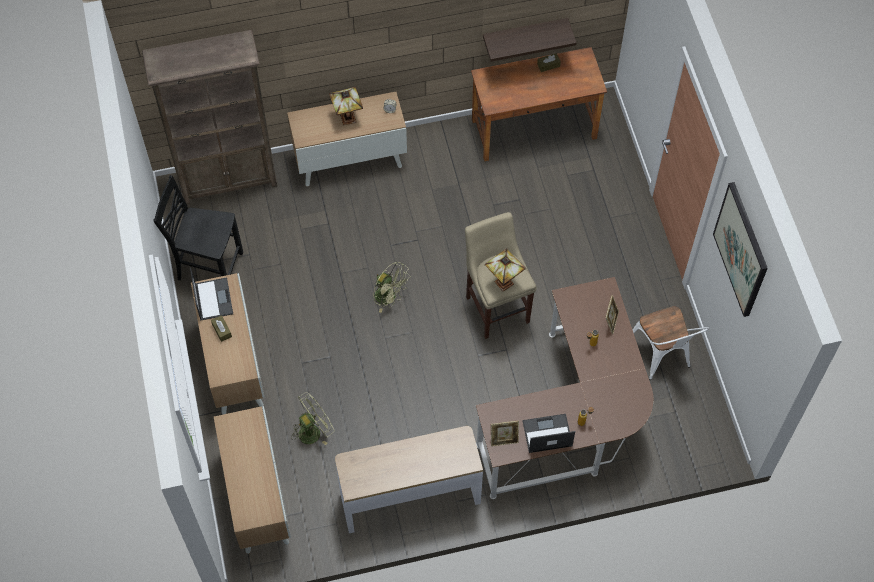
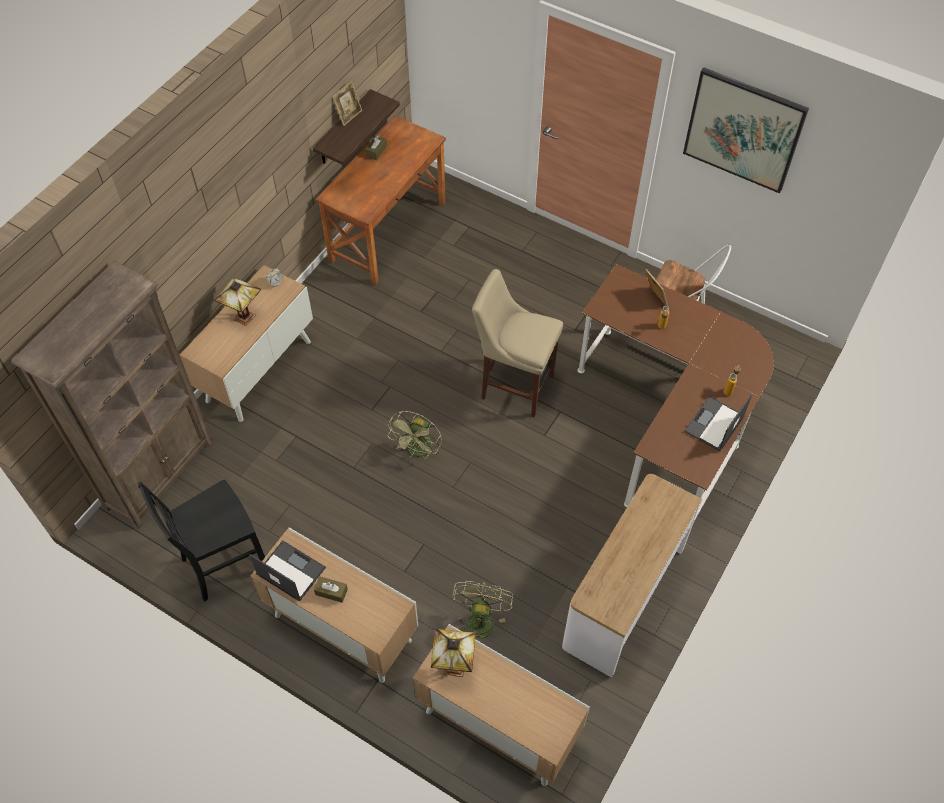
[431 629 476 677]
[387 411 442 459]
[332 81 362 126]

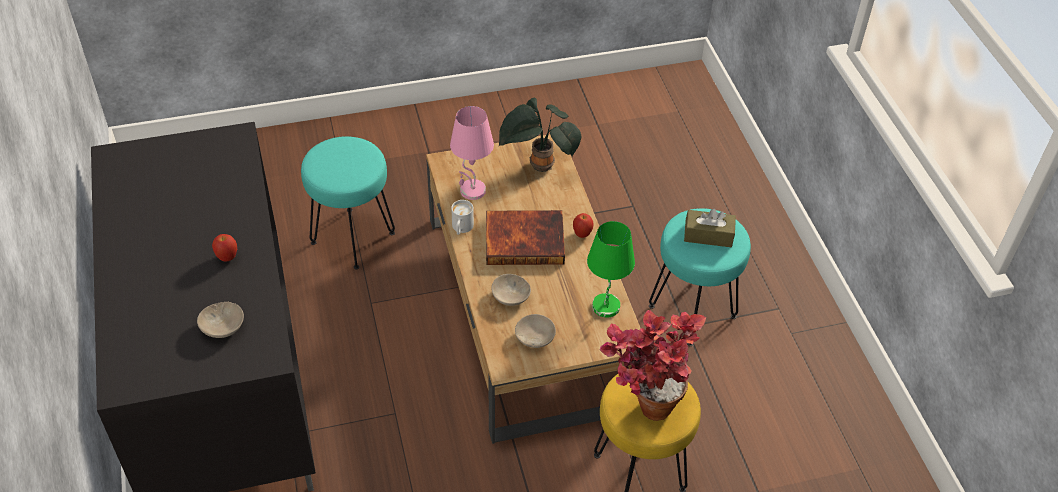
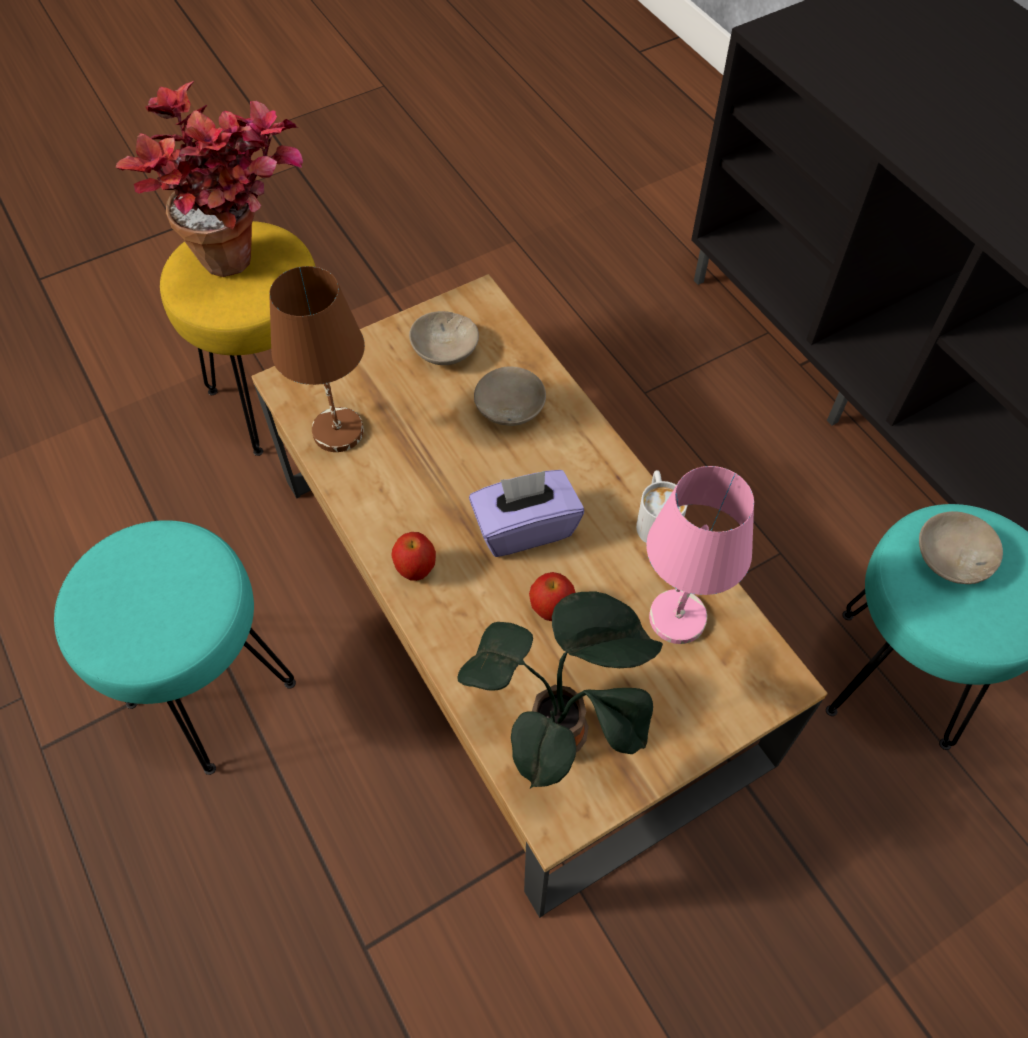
[684 209 736 247] (first image)
[469 470 584 557]
[269 266 365 452]
[529 572 576 621]
[919 511 1003 584]

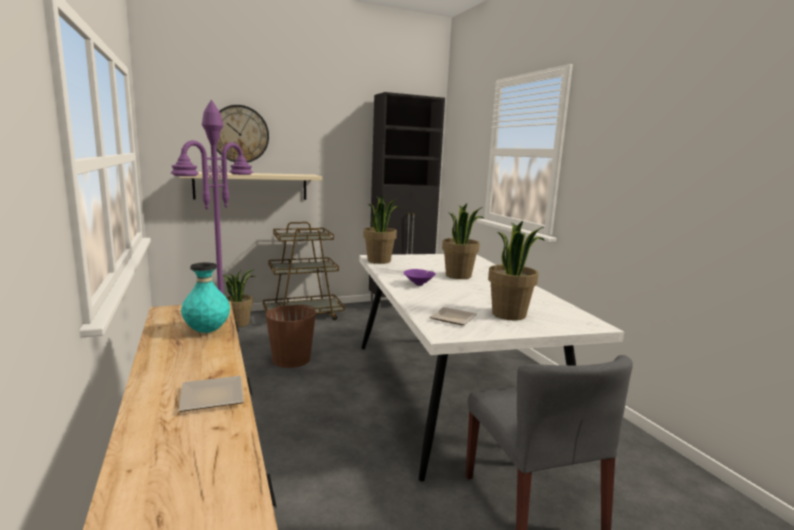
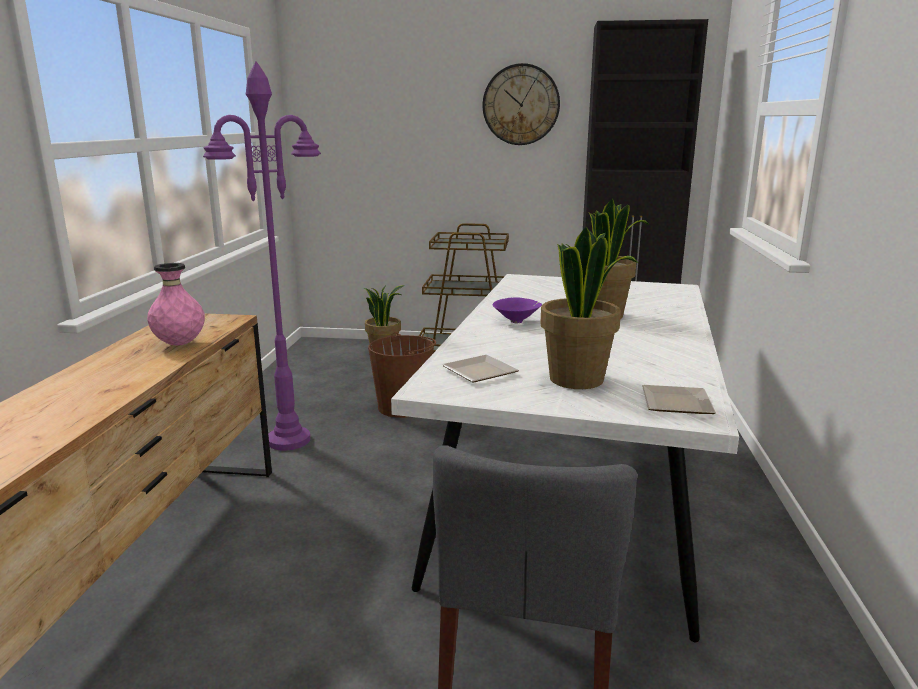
[483 63 560 145]
[179 172 322 200] (first image)
[364 195 400 264] (first image)
[147 263 205 345]
[642 385 716 414]

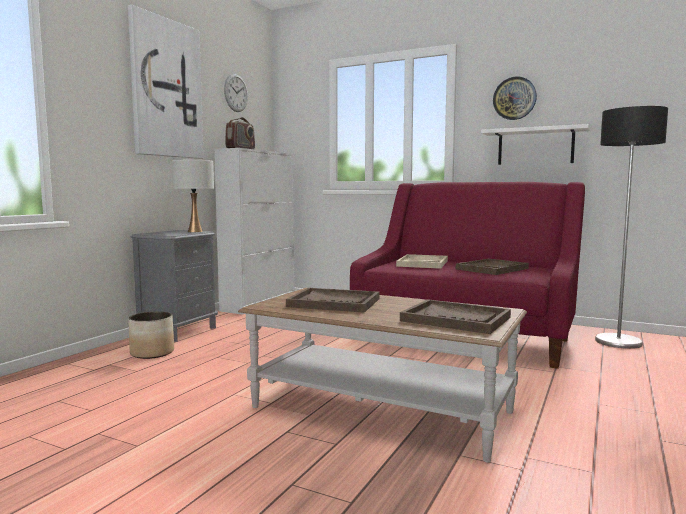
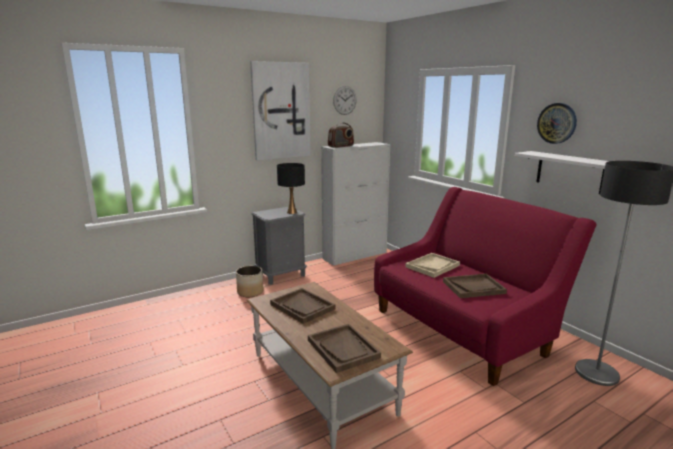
[277 163 305 214]

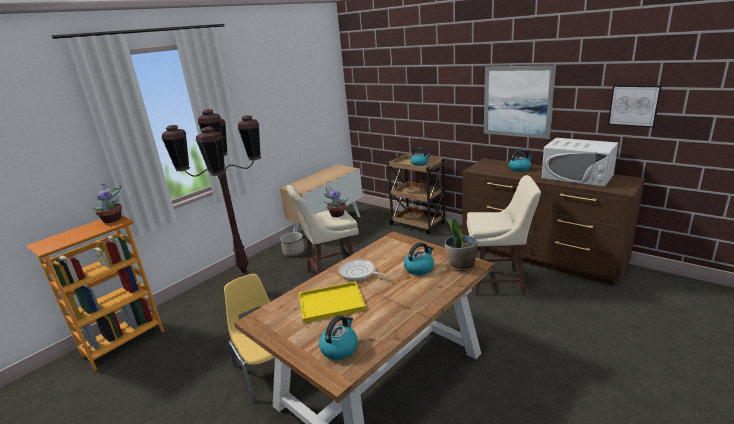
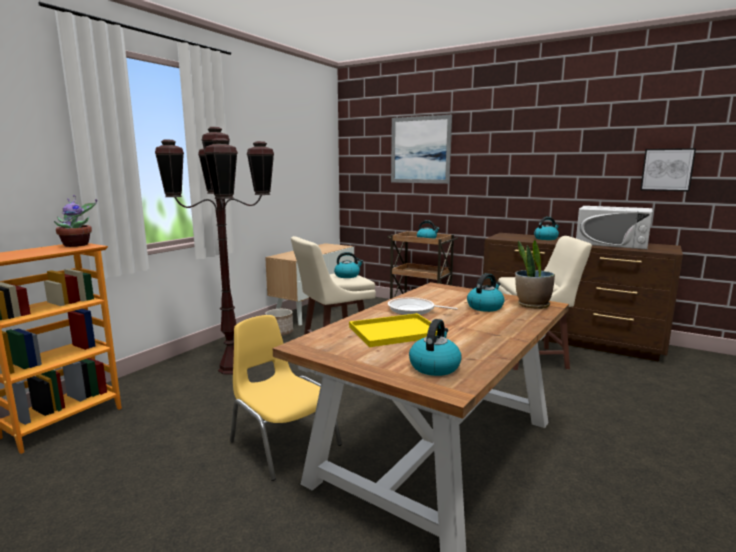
[391 115 452 184]
[334 252 363 278]

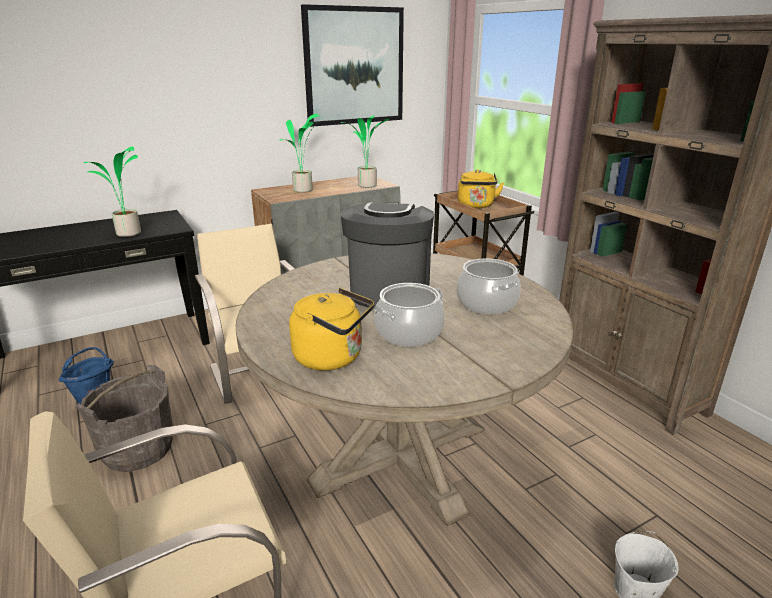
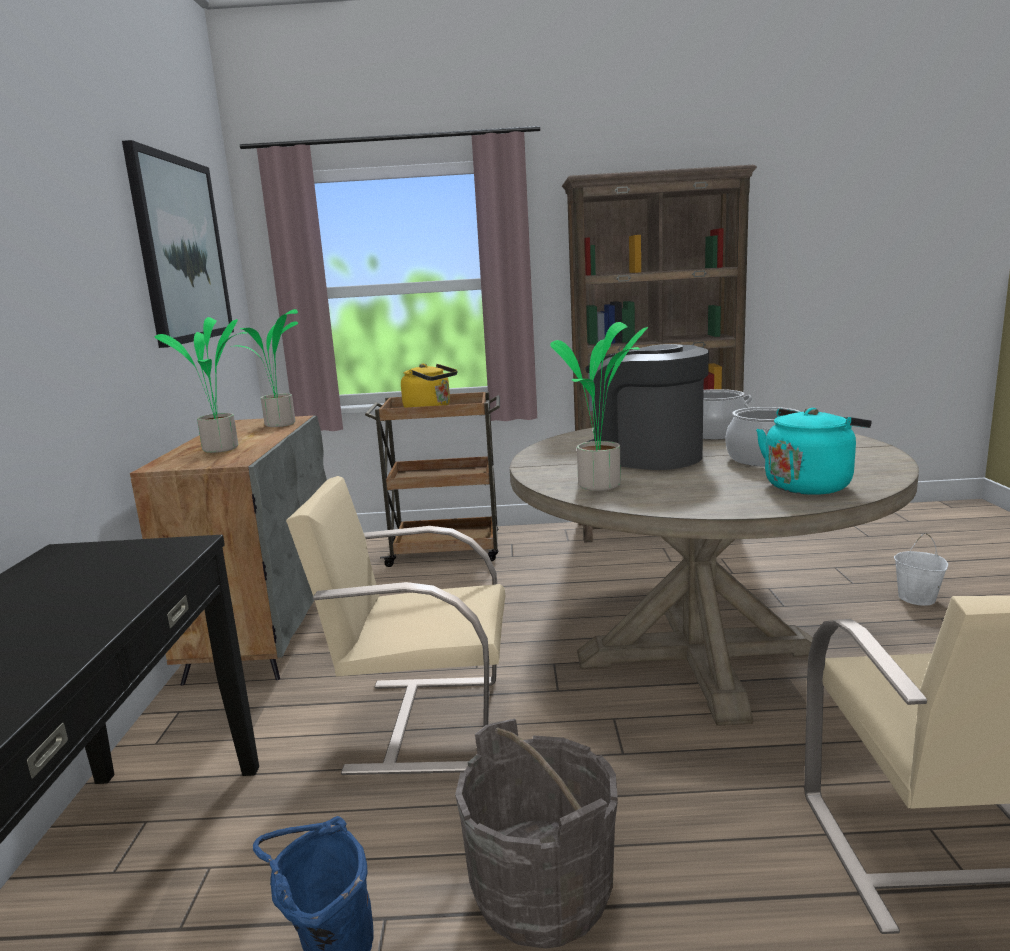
[550 322 648 491]
[756 408 872 495]

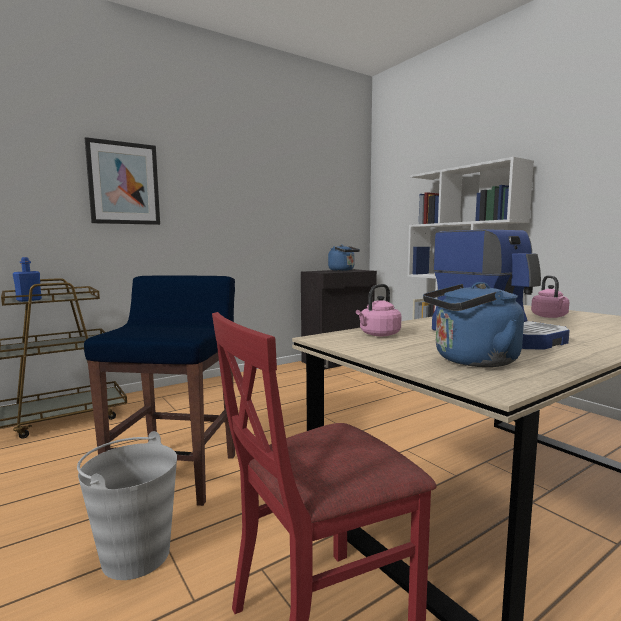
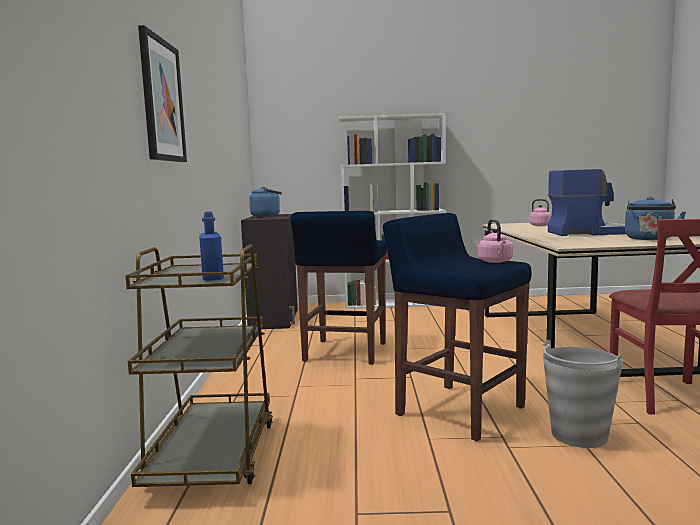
[478 219 513 263]
[291 211 387 365]

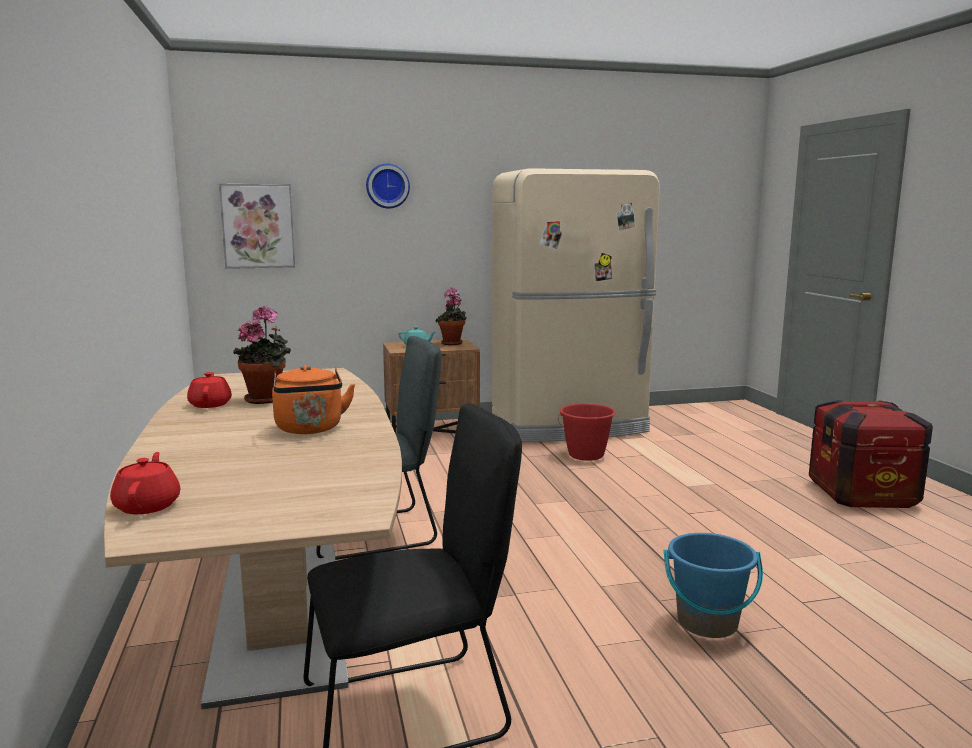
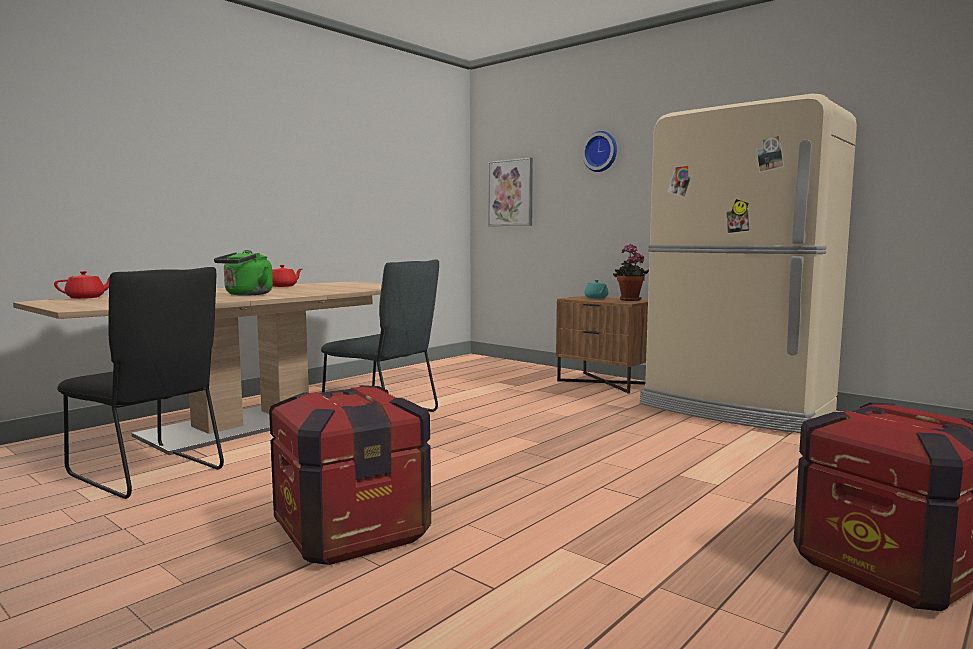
[233 306 291 404] (first image)
[214 250 273 296]
[558 403 616 461] (first image)
[269 385 431 565]

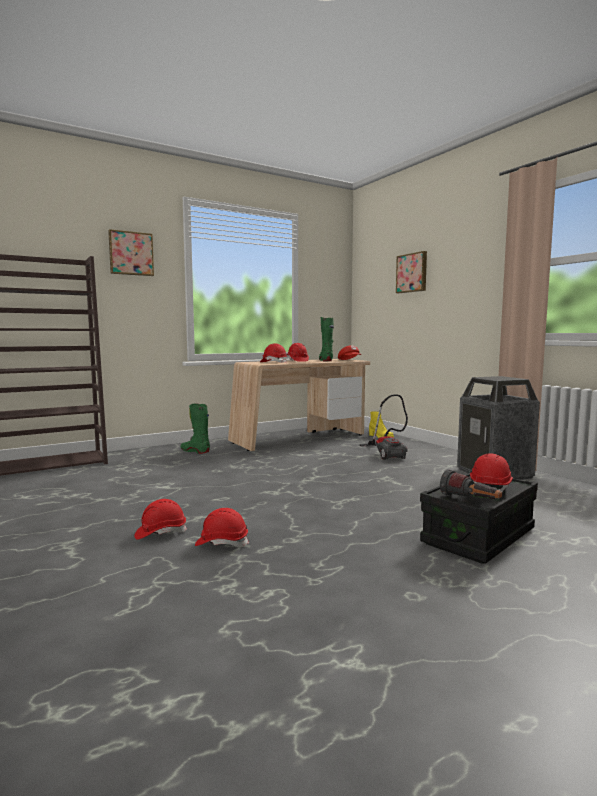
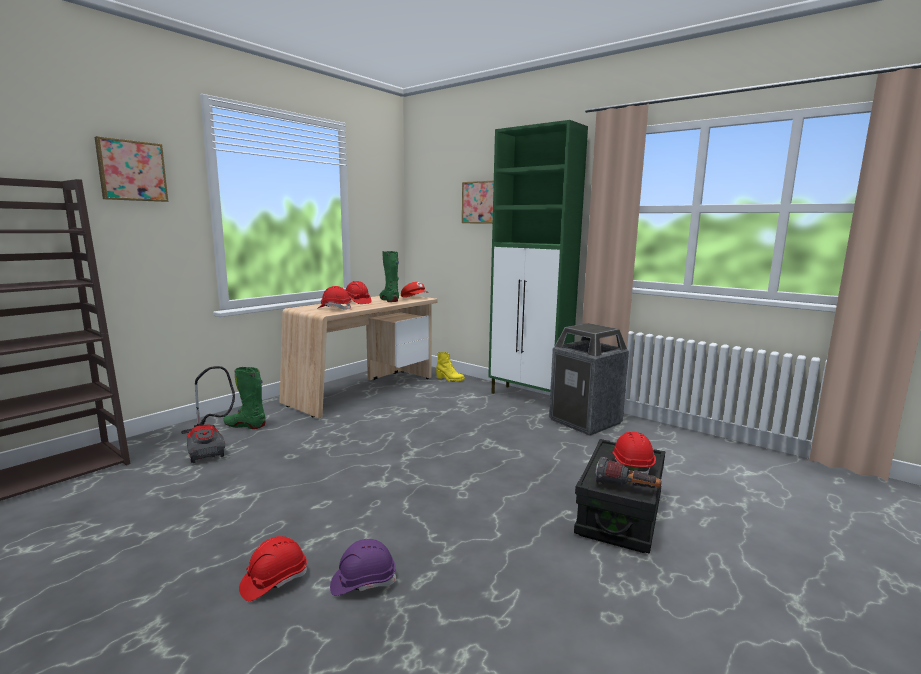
[181 366 235 463]
[330 539 396 596]
[488 120 588 394]

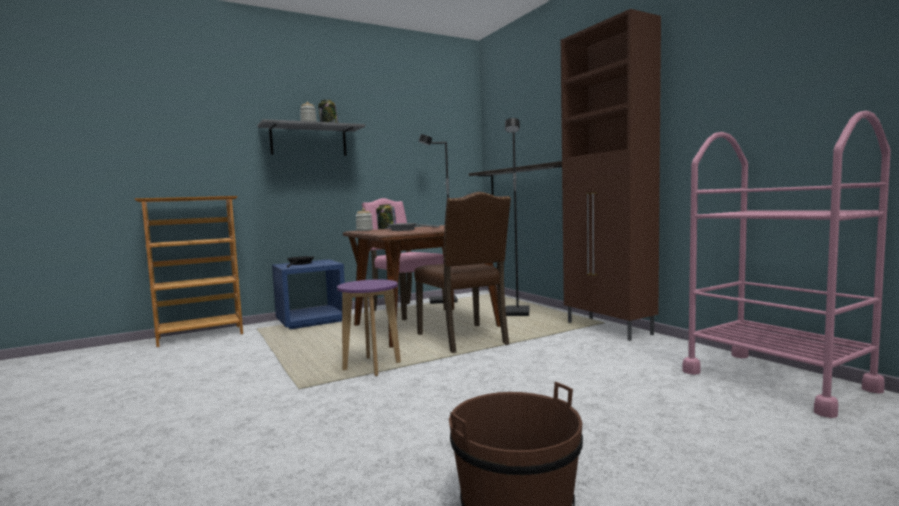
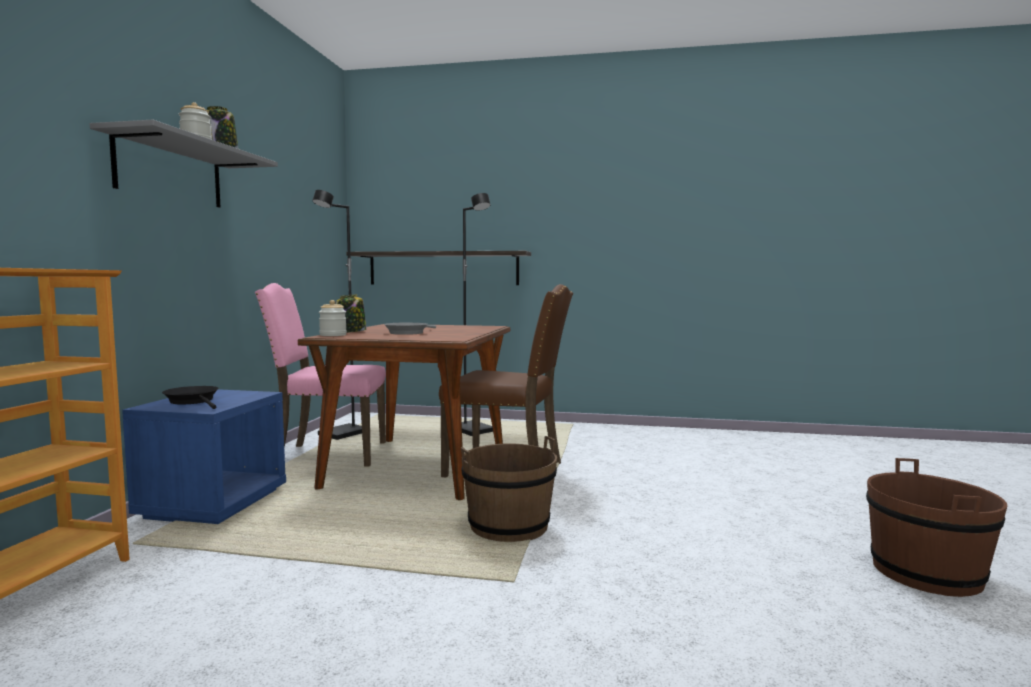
[561 9 661 341] (first image)
[682 111 891 418] (first image)
[461 436 557 542]

